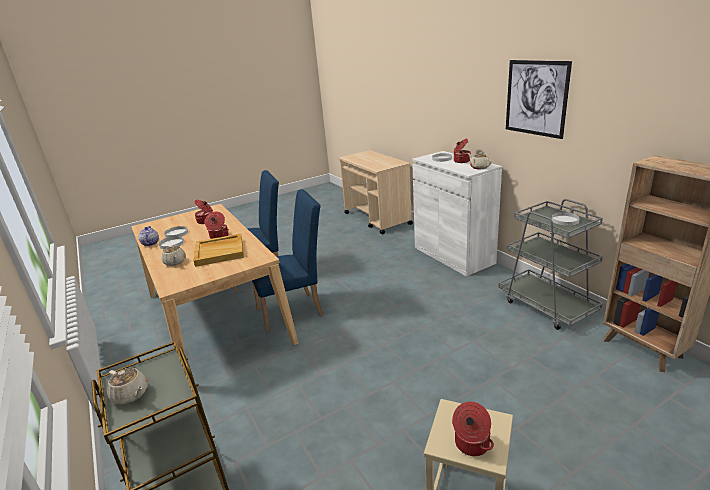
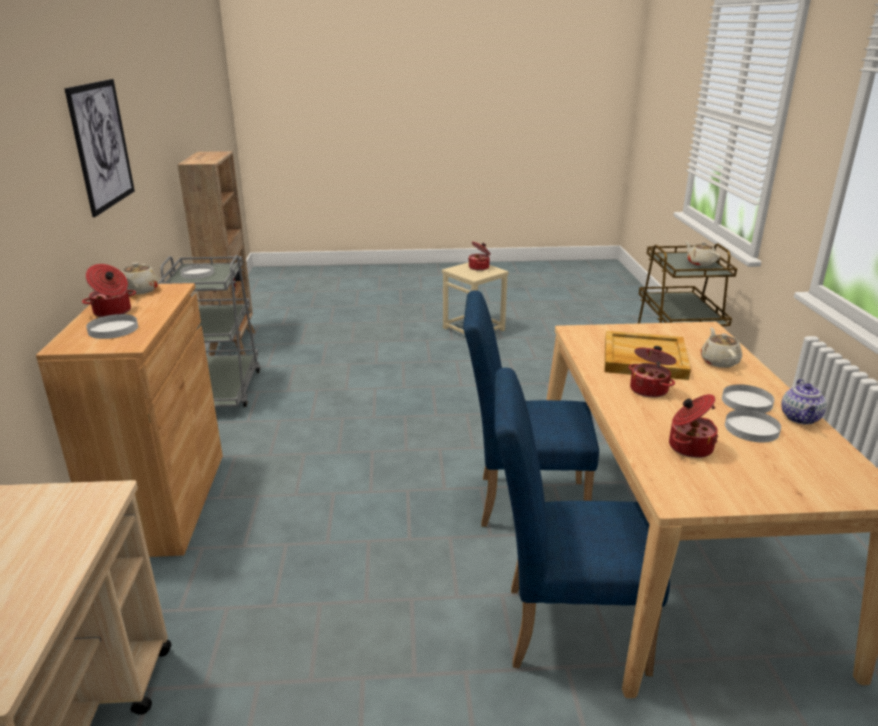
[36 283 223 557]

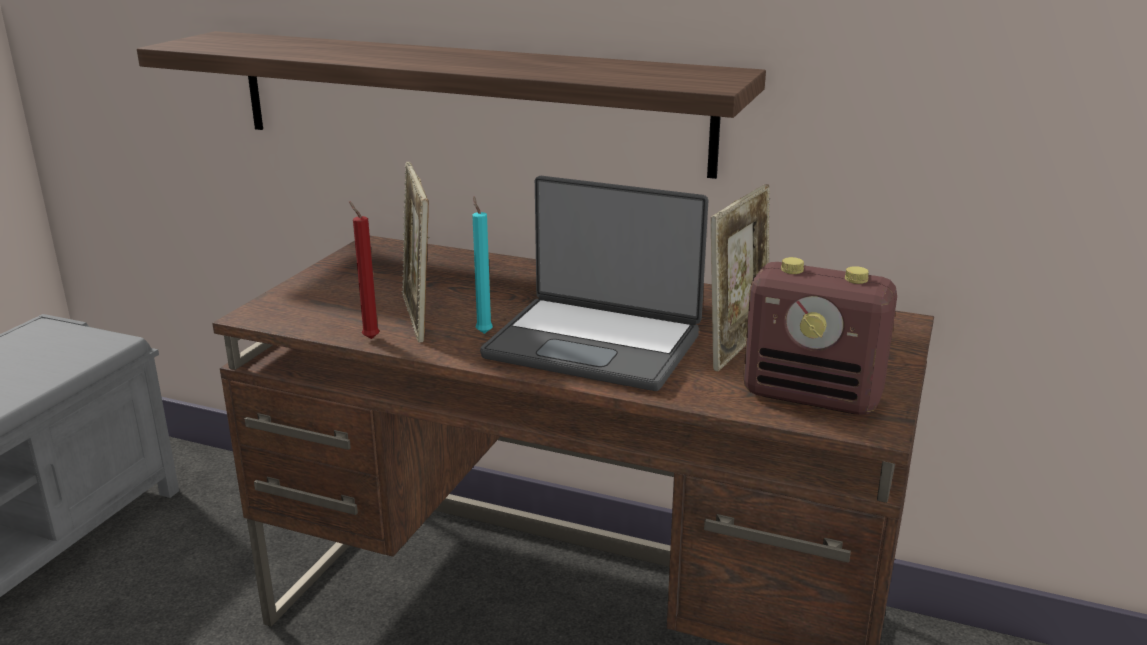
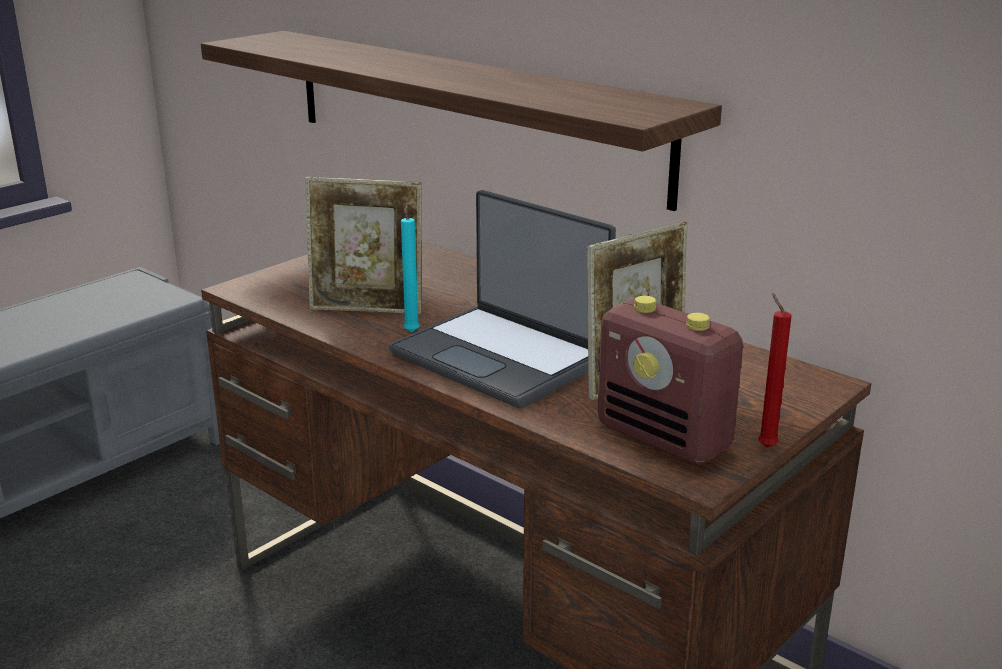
[305 177 422 314]
[758 293 792 448]

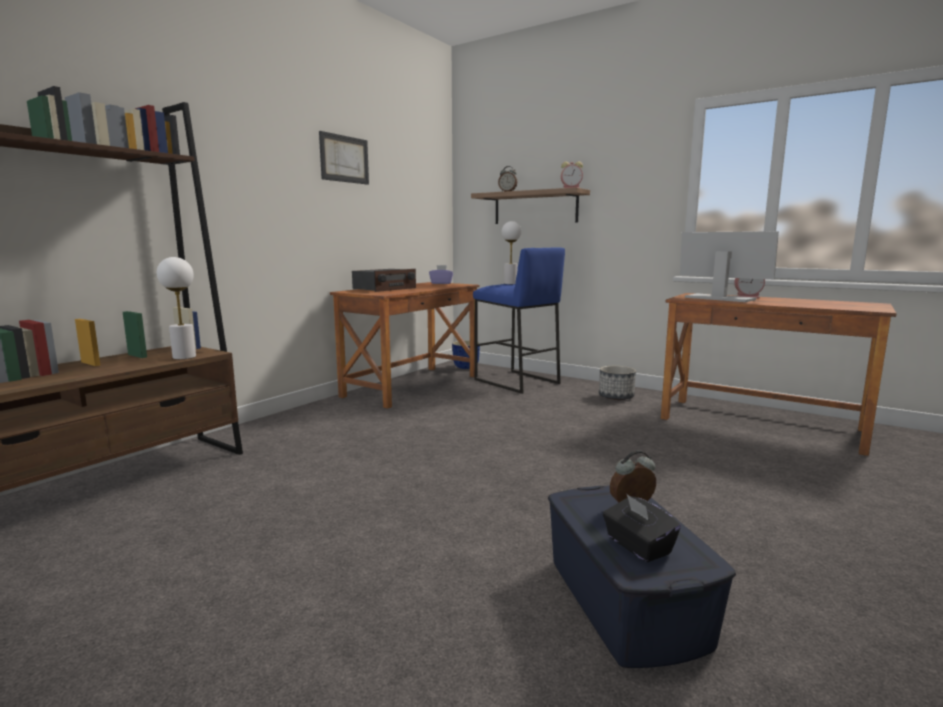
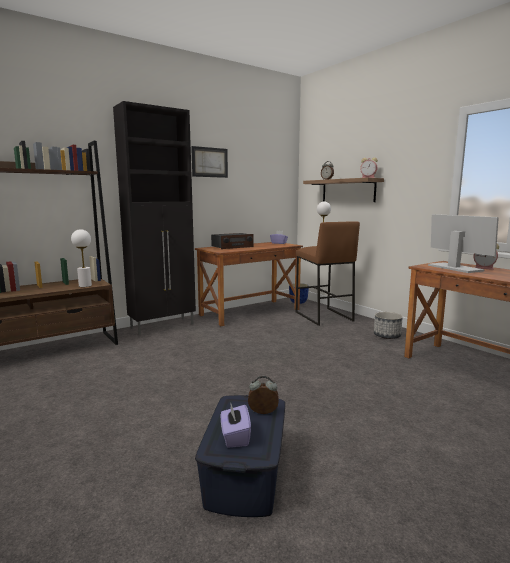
[296 221 360 326]
[221 404 251 447]
[113 101 196 335]

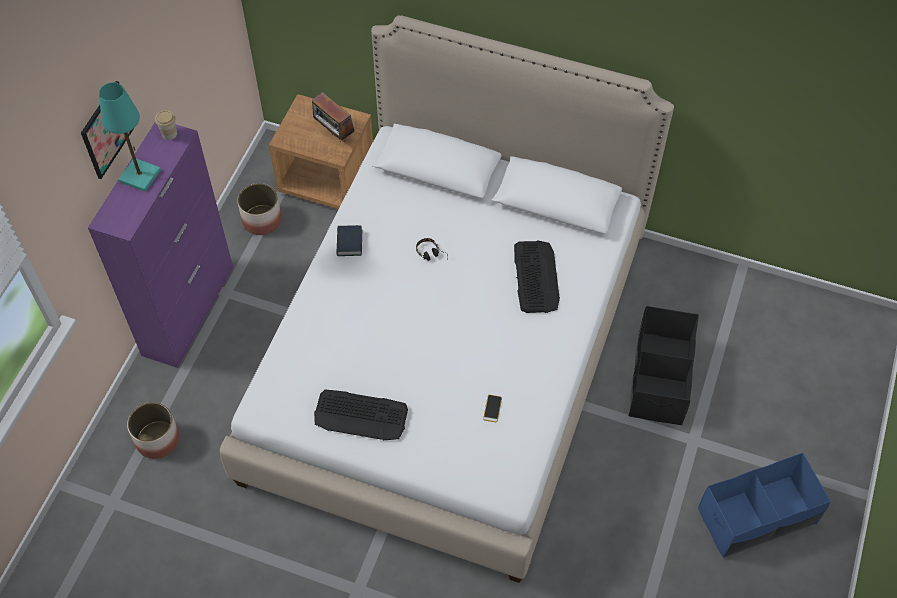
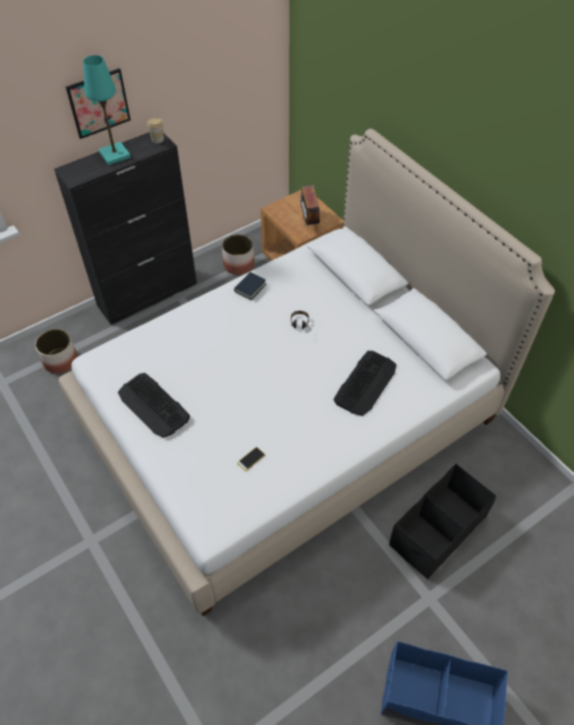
[54 132 197 325]

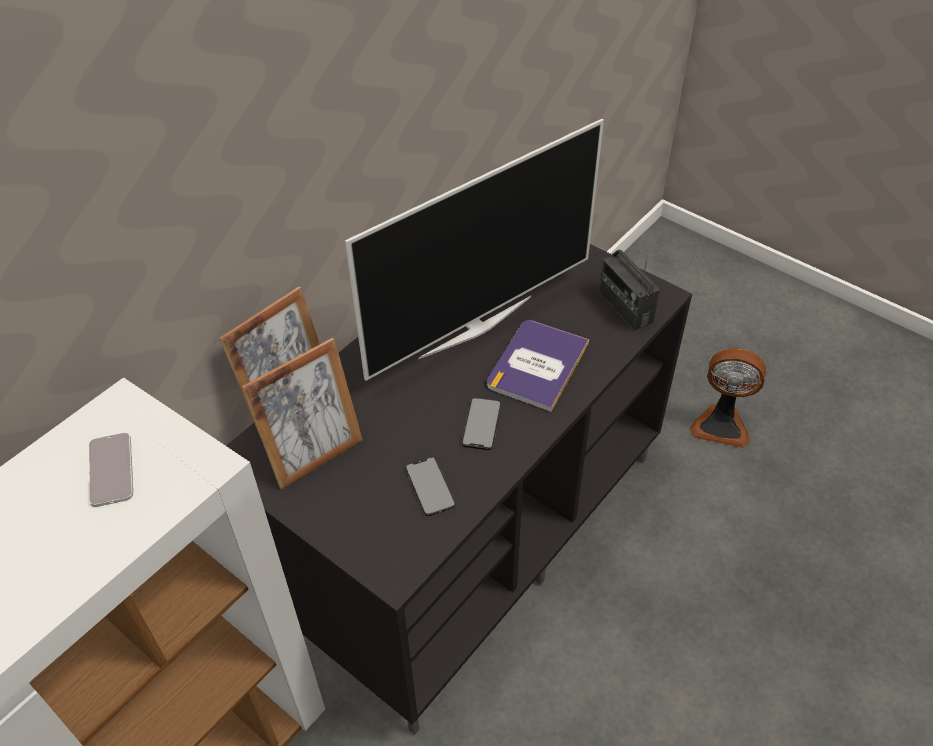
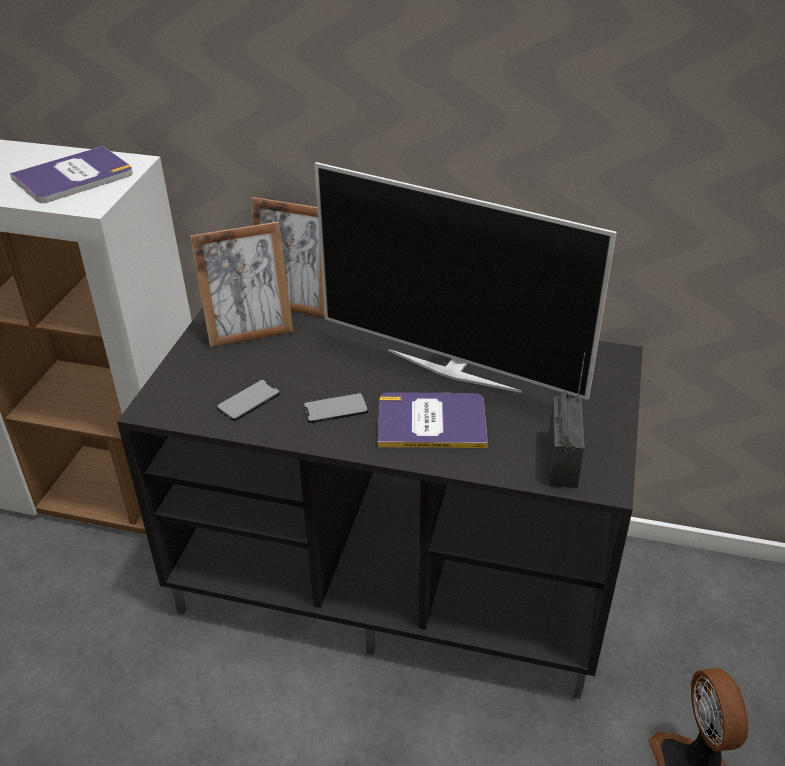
[549 353 585 488]
[190 222 293 348]
[10 146 133 203]

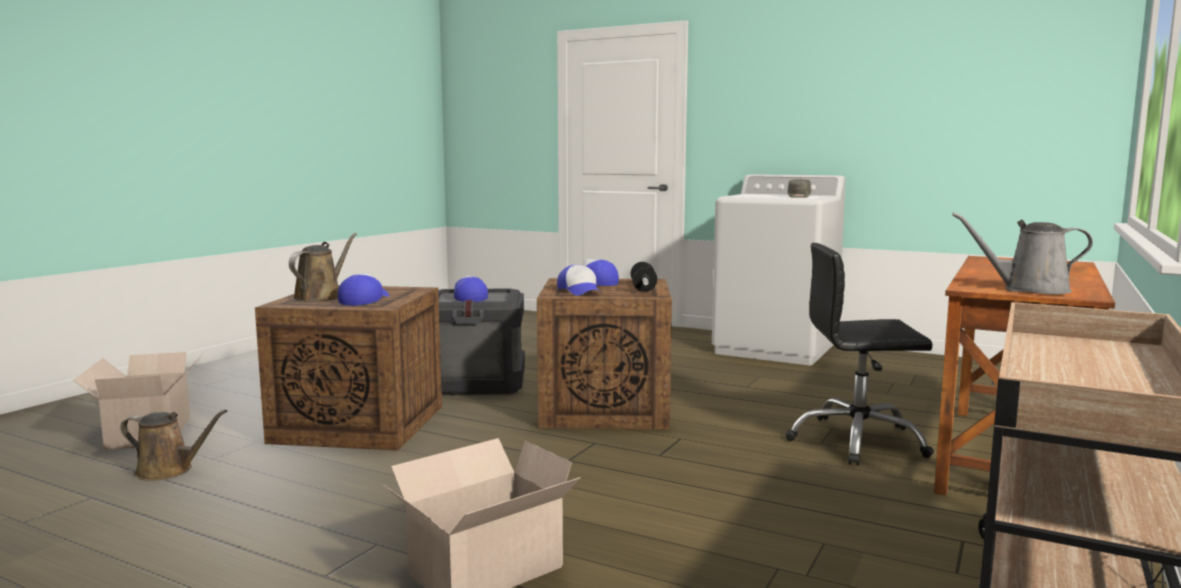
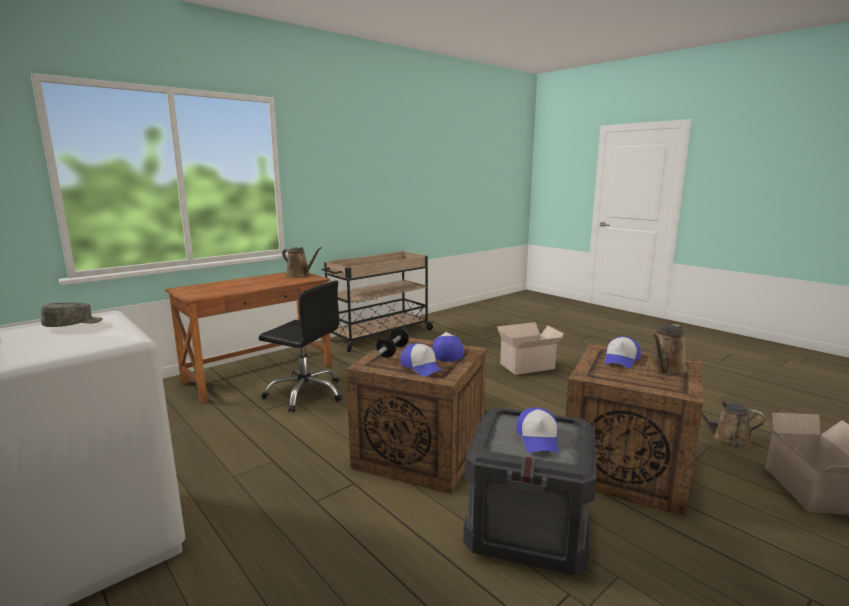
[282 247 322 278]

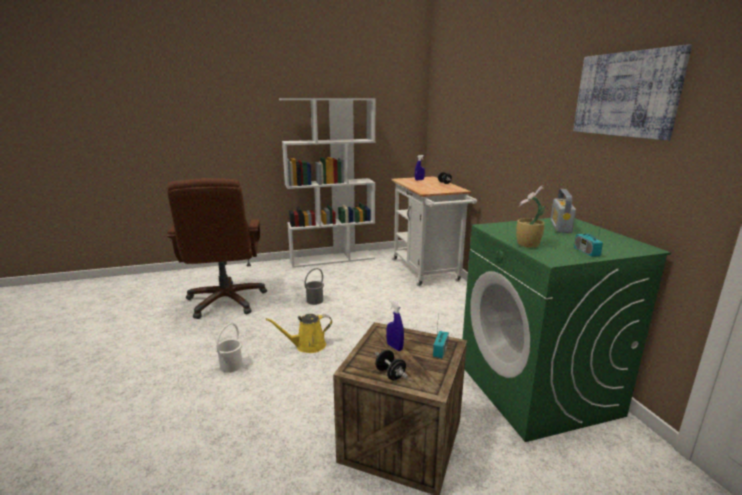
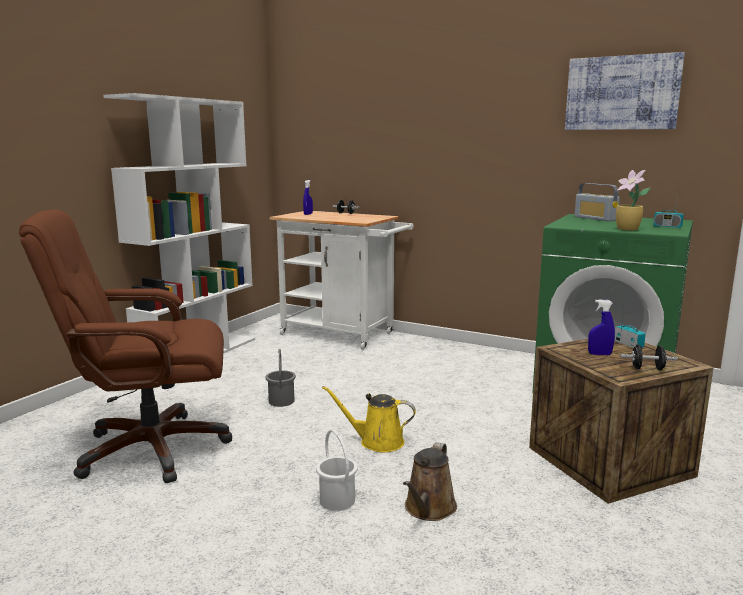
[19 210 232 483]
[322 386 416 452]
[403 442 457 521]

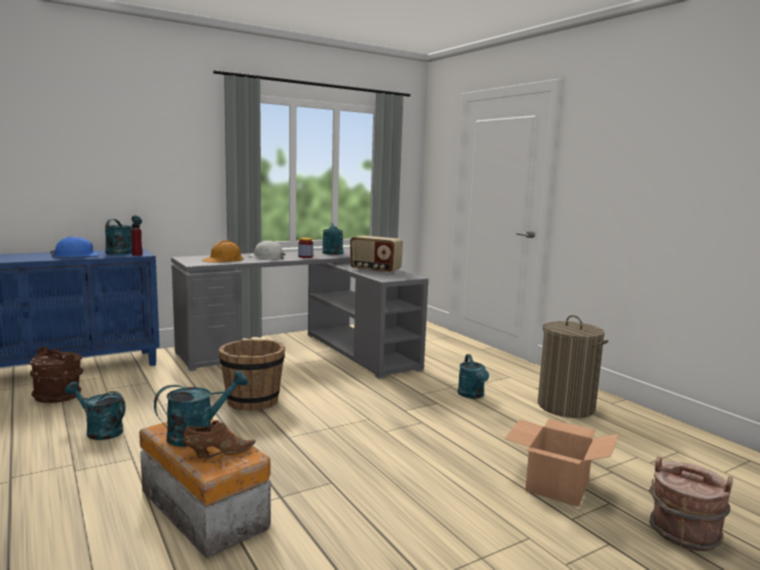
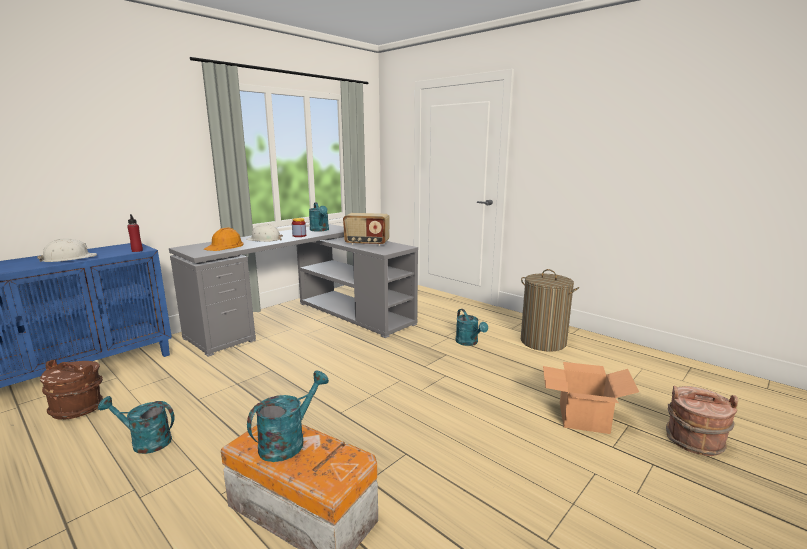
[105 215 142 255] (first image)
[37 238 97 262]
[219 339 285 410] (first image)
[183 420 256 458] (first image)

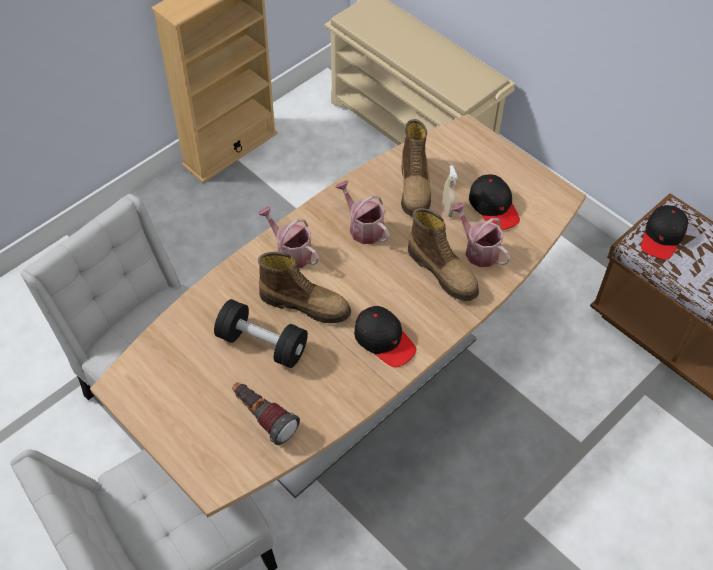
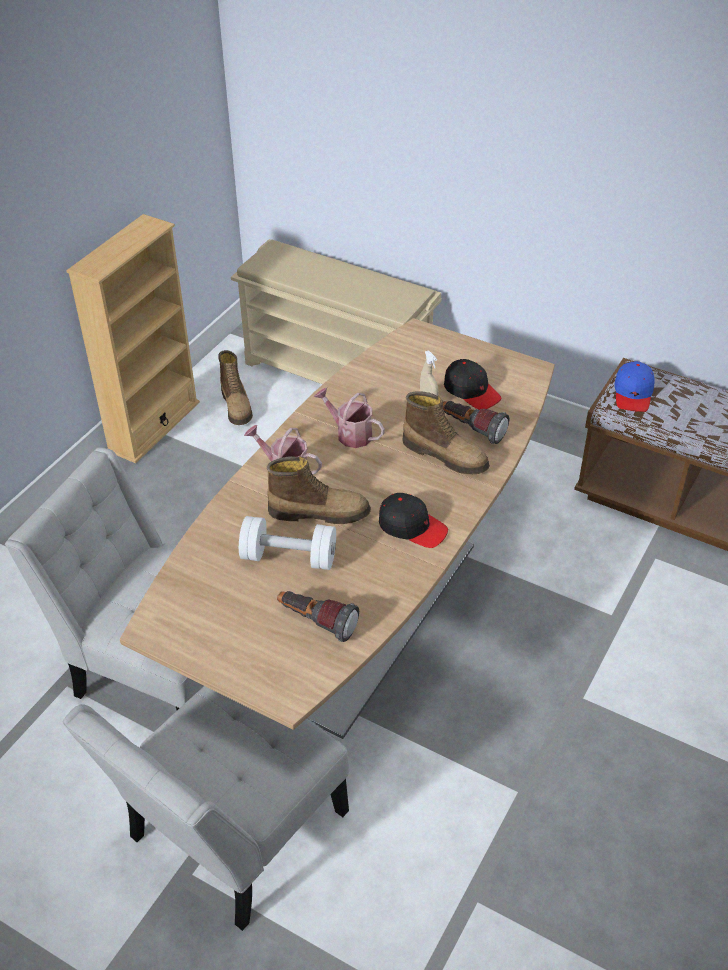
[218 350 253 425]
[443 401 509 444]
[615 361 655 412]
[239 516 336 570]

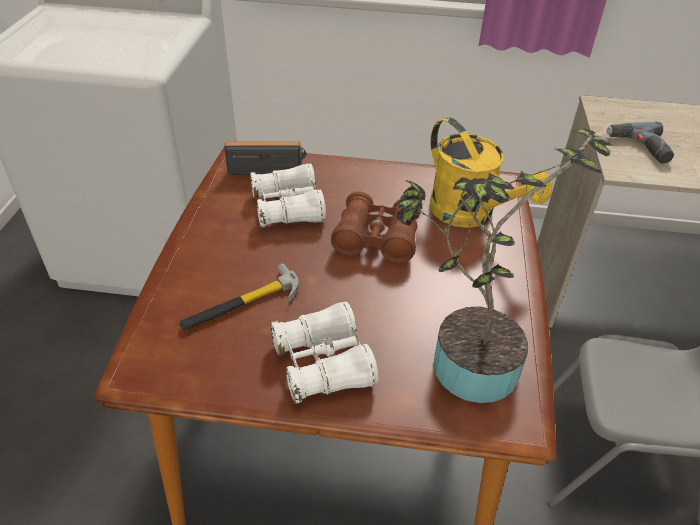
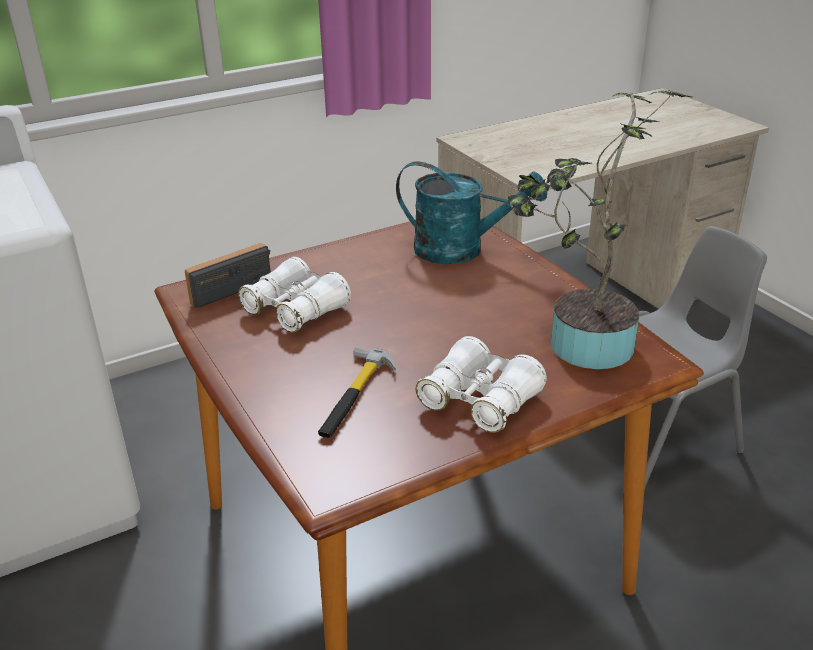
[396 161 547 264]
[606 122 674 164] (first image)
[331 191 421 263] (first image)

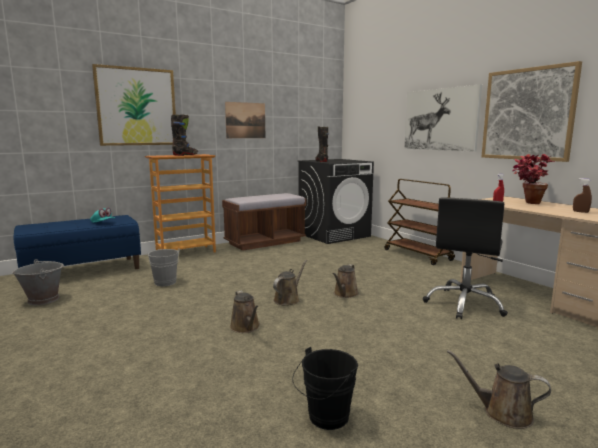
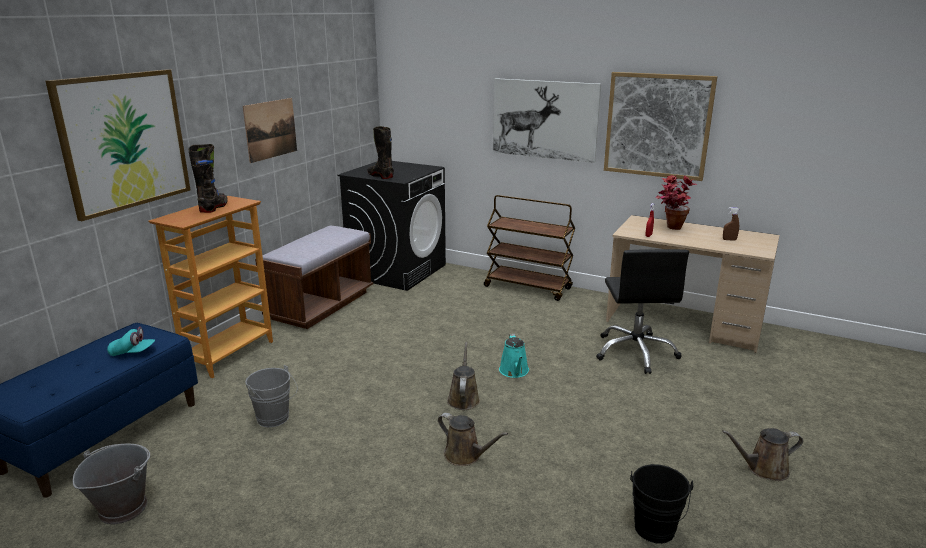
[499 334 529 378]

